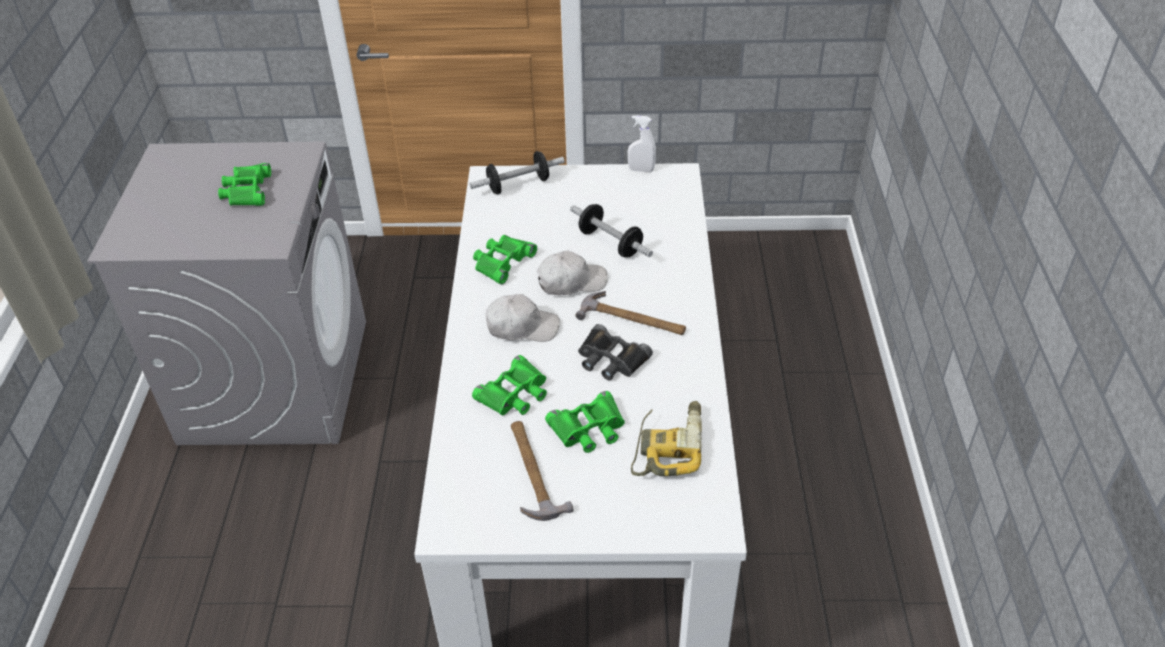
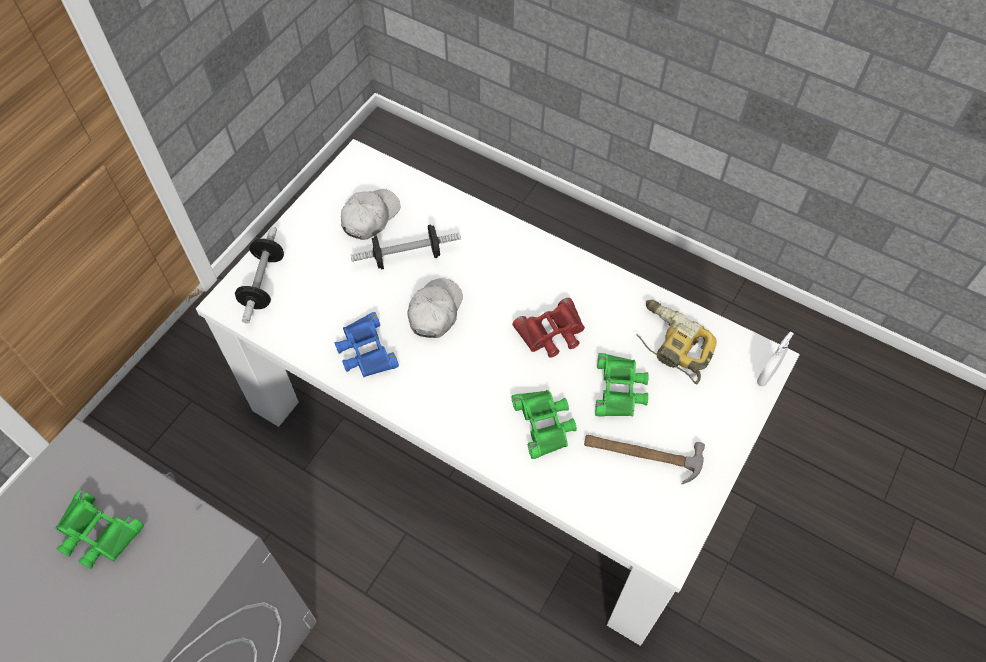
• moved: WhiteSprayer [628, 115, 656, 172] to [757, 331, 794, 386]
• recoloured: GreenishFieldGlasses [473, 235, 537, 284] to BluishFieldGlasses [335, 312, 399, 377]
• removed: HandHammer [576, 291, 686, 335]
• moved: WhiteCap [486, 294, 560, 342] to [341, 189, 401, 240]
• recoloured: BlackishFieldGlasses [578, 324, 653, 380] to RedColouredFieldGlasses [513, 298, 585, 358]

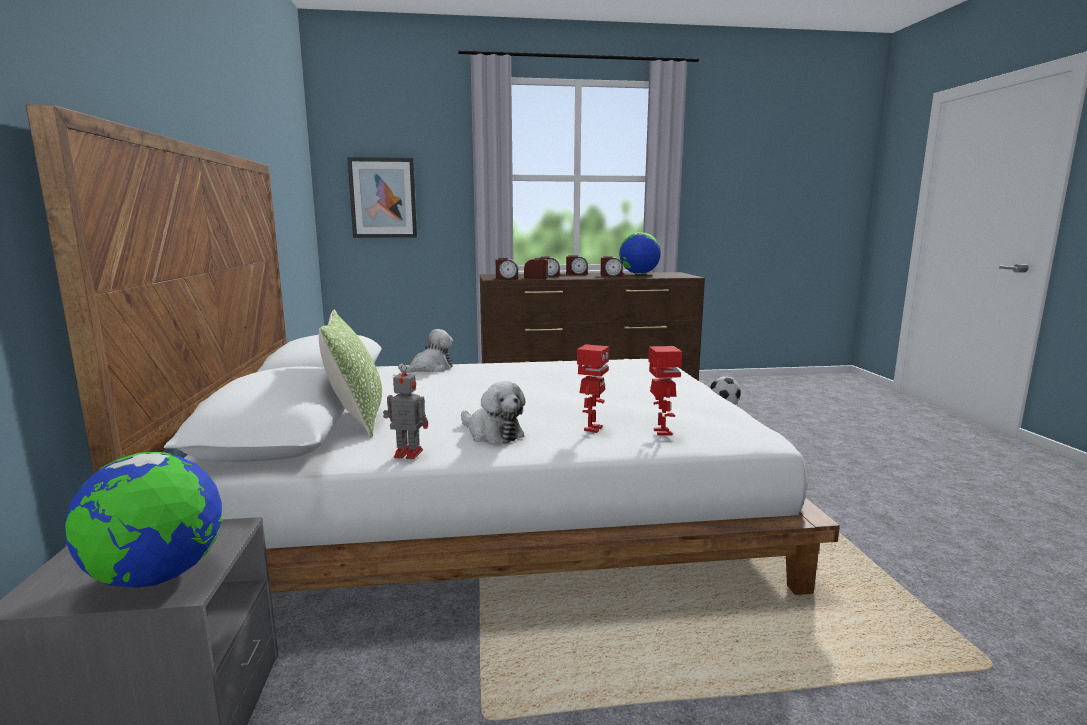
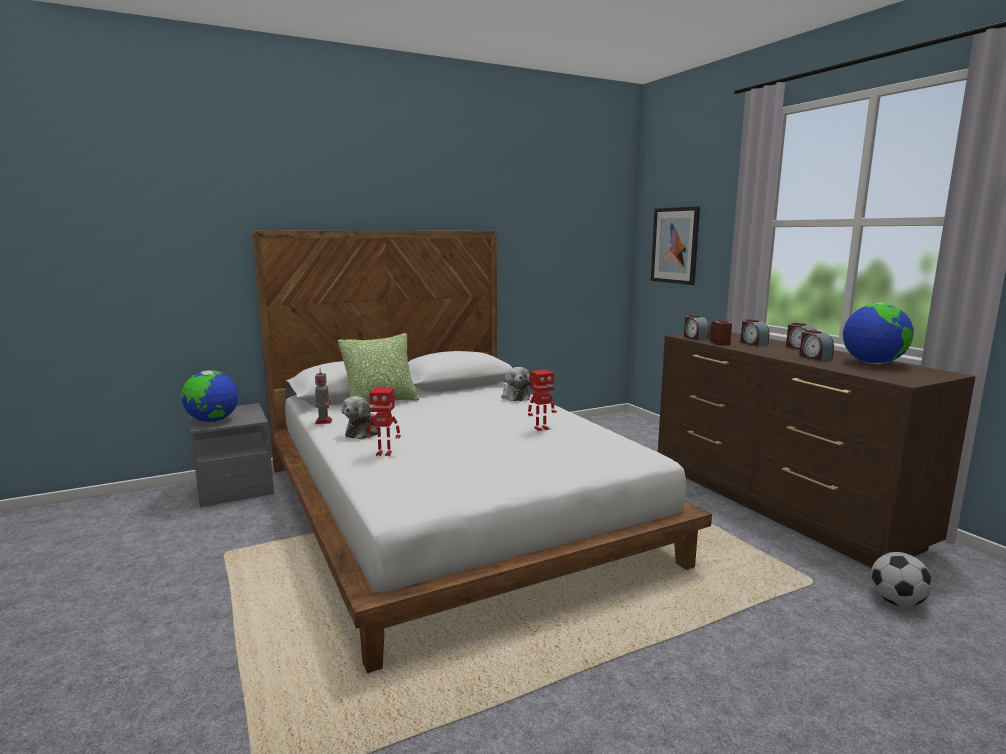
• turned: SoftToy [398, 329, 453, 373] = [501, 367, 534, 401] 45 degrees clockwise
• moved: ToyRobot [648, 346, 682, 436] to [528, 370, 557, 431]

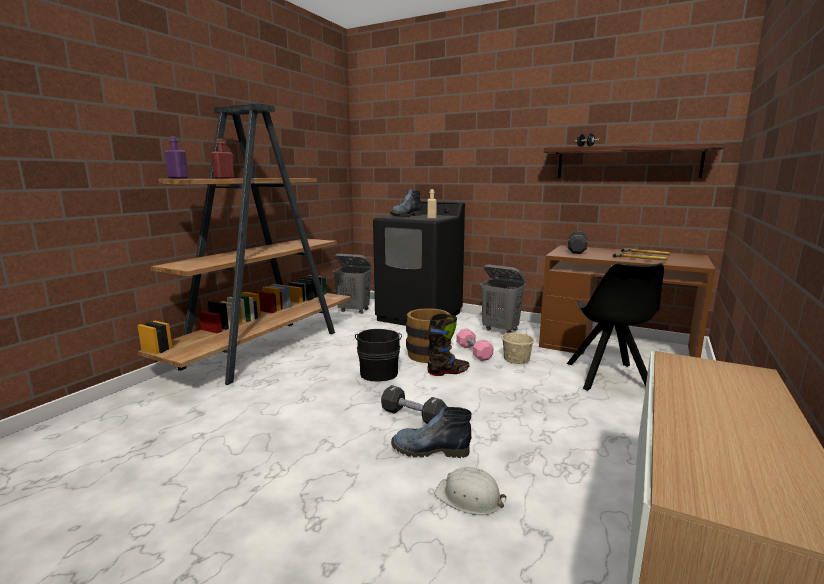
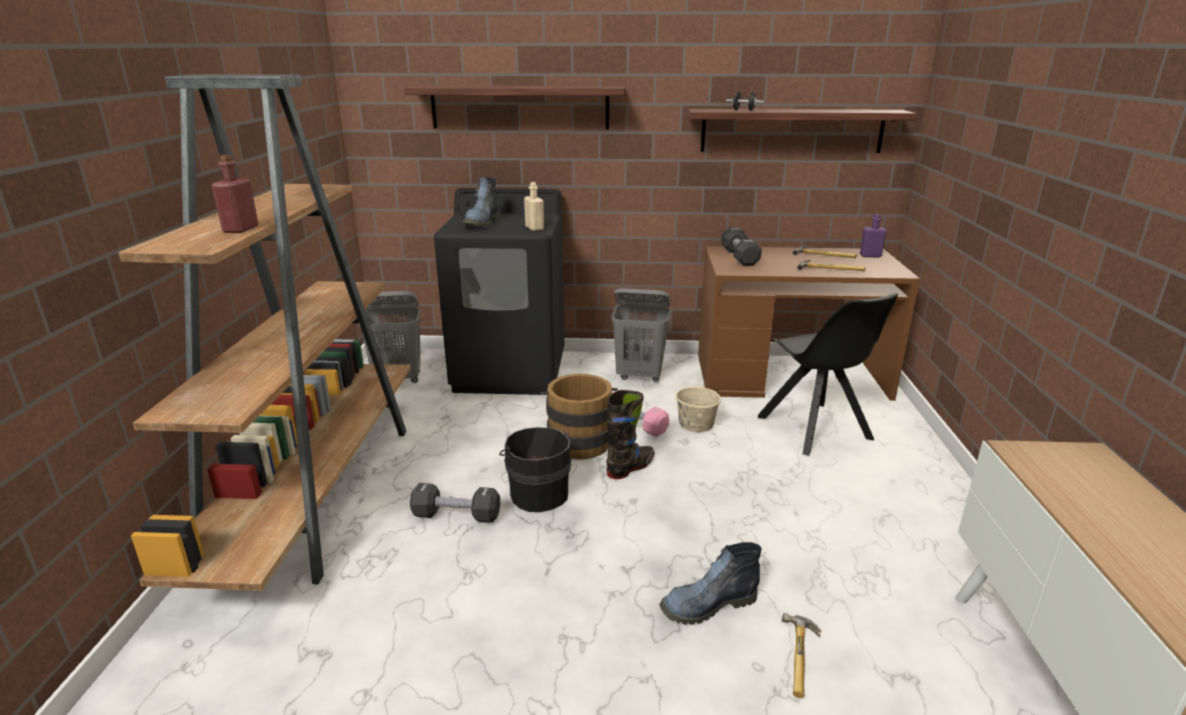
• moved: PurplishBeverageBottle [164, 136, 188, 178] to [860, 214, 887, 257]
• moved: BlackishFreeWeight [381, 385, 446, 424] to [410, 483, 500, 523]
• replaced: WhiteSafetyHelmet [434, 467, 507, 515] to HandHammer [782, 613, 821, 698]
• added: BracketShelf [404, 85, 625, 130]

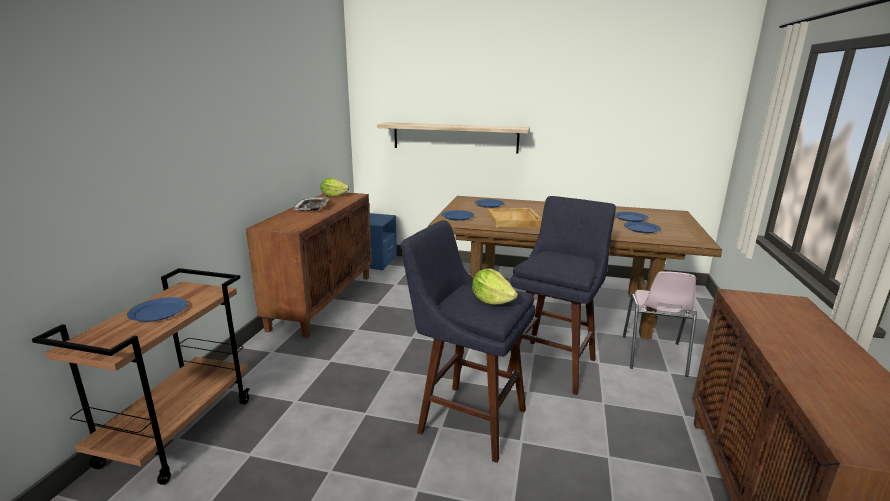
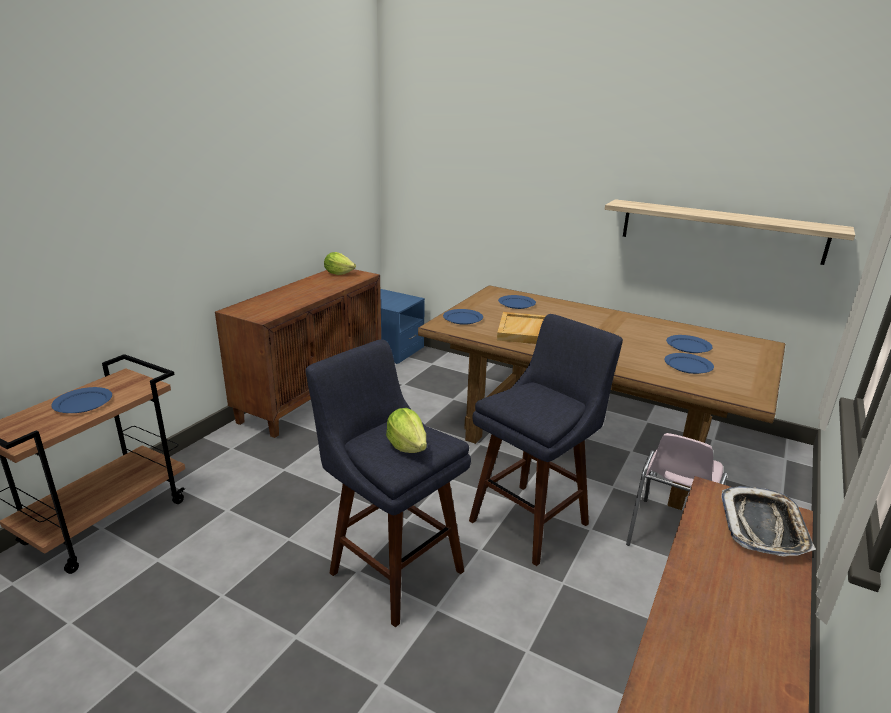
• moved: BracketShelf [377, 122, 530, 153] to [605, 199, 855, 265]
• moved: ServingTray [293, 197, 330, 211] to [721, 486, 816, 557]

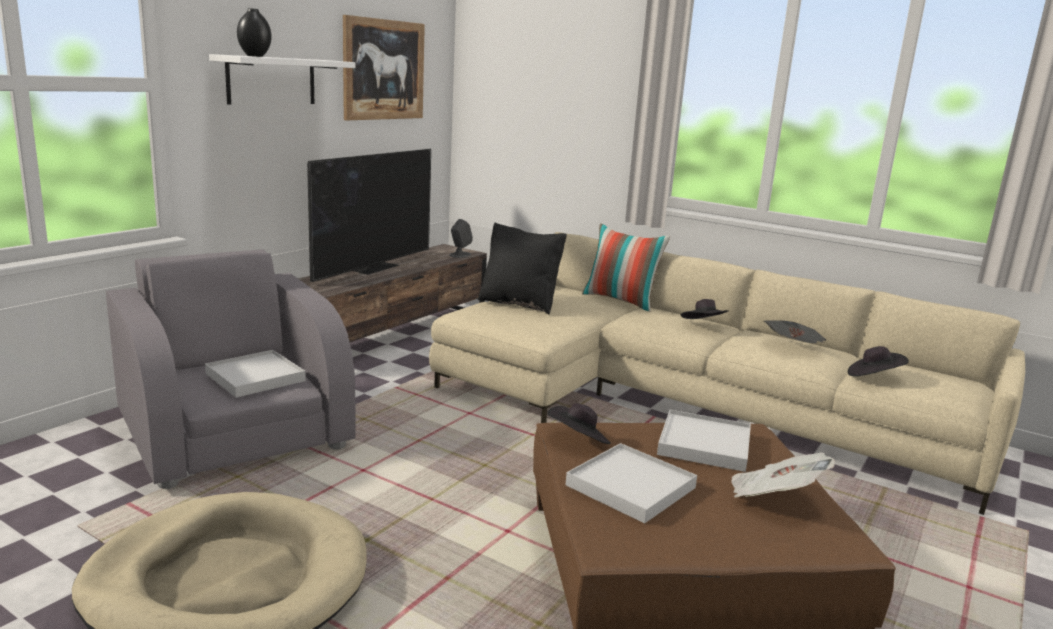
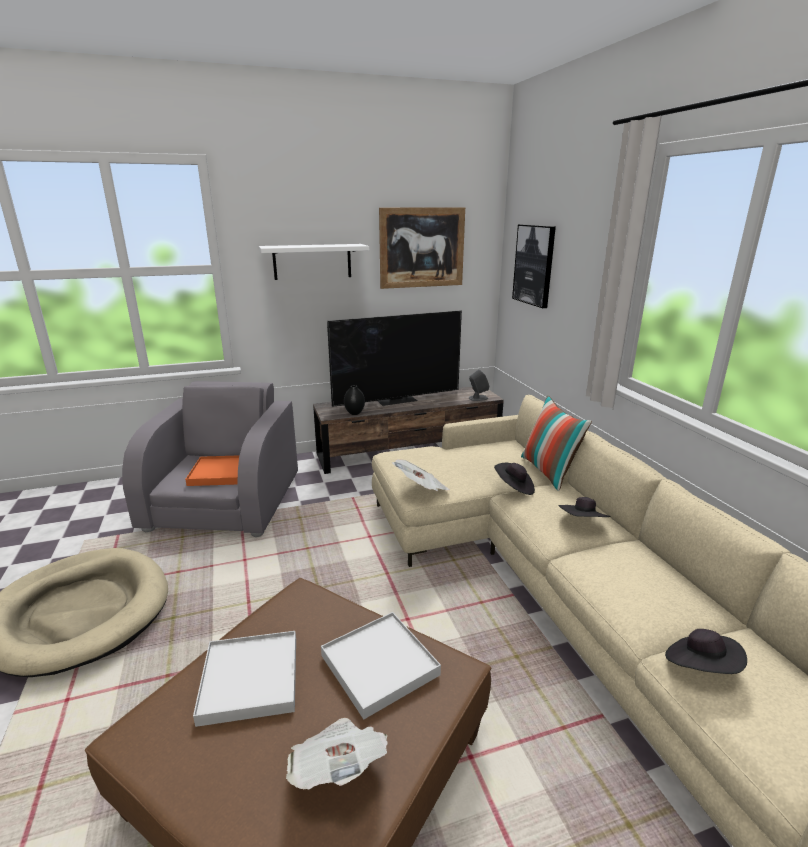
• moved: BlackishVase [237, 8, 272, 57] to [344, 385, 365, 415]
• removed: BlackishThrowPillow [478, 223, 567, 315]
• moved: PrintedPaper [764, 320, 826, 343] to [392, 459, 450, 491]
• recoloured: WhiteServingTray [205, 350, 306, 398] to OrangeColouredServingTray [185, 455, 240, 486]
• moved: BlackishClothingHat [547, 403, 611, 444] to [494, 463, 535, 495]
• added: Picture [512, 224, 556, 308]

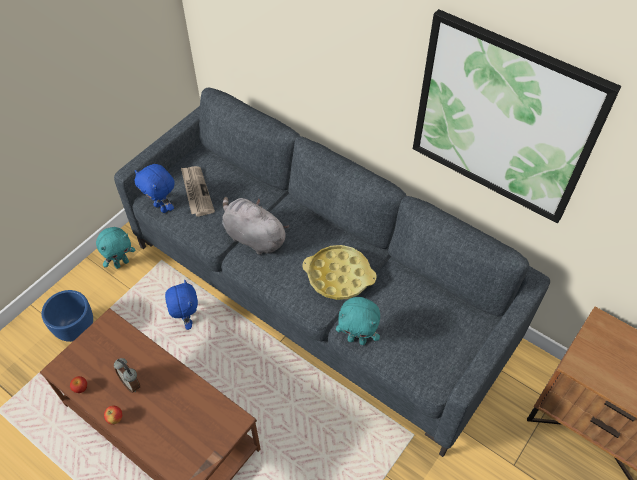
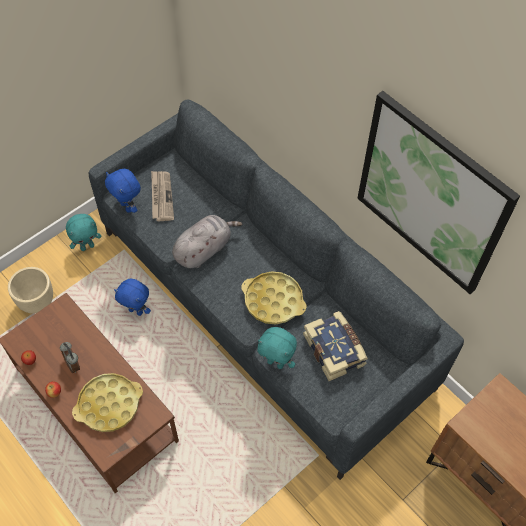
• turned: GreyishSoftToy [222, 197, 289, 255] = [172, 215, 242, 268] 90 degrees clockwise
• turned: BluishSoftToy [165, 279, 198, 330] = [114, 279, 151, 316] 120 degrees clockwise
• recoloured: BluishPlanter [41, 290, 93, 342] to BeigePlanter [8, 267, 53, 314]
• added: Volume [303, 311, 368, 381]
• added: YellowishServingTray [72, 373, 143, 432]

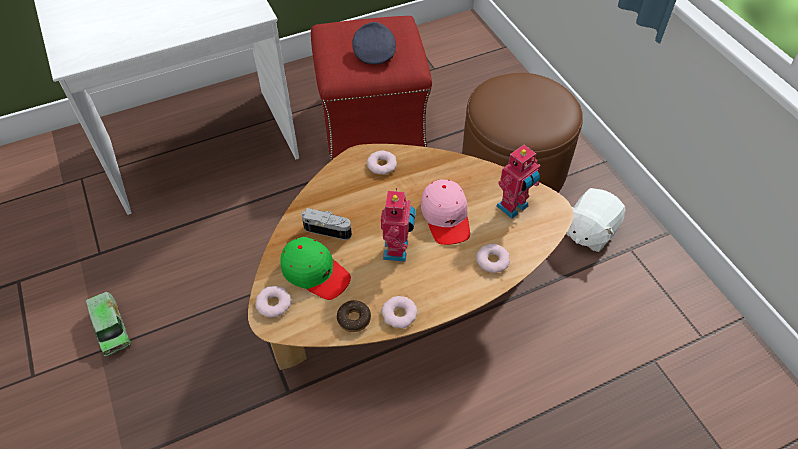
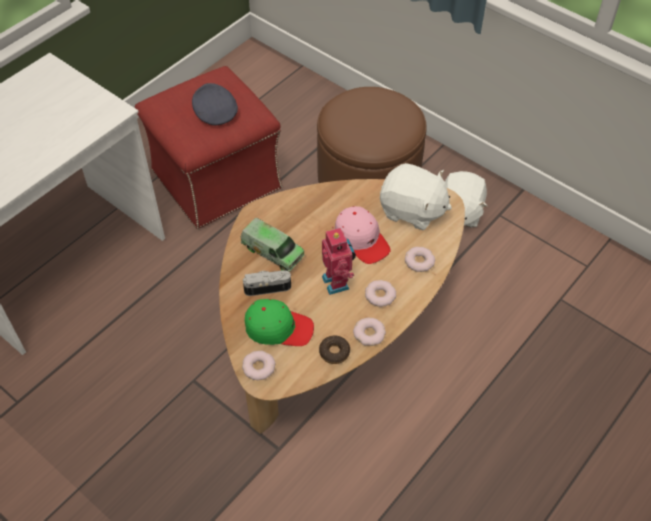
• replaced: ToyRobot [496, 145, 540, 219] to WhiteSoftToy [380, 163, 452, 230]
• moved: Donut [367, 150, 397, 175] to [365, 280, 396, 307]
• moved: ToyTruck [86, 292, 131, 357] to [241, 218, 305, 272]

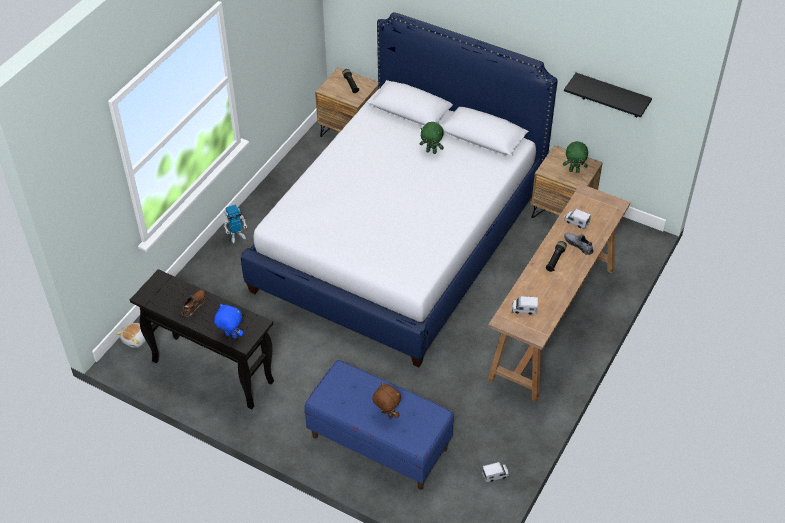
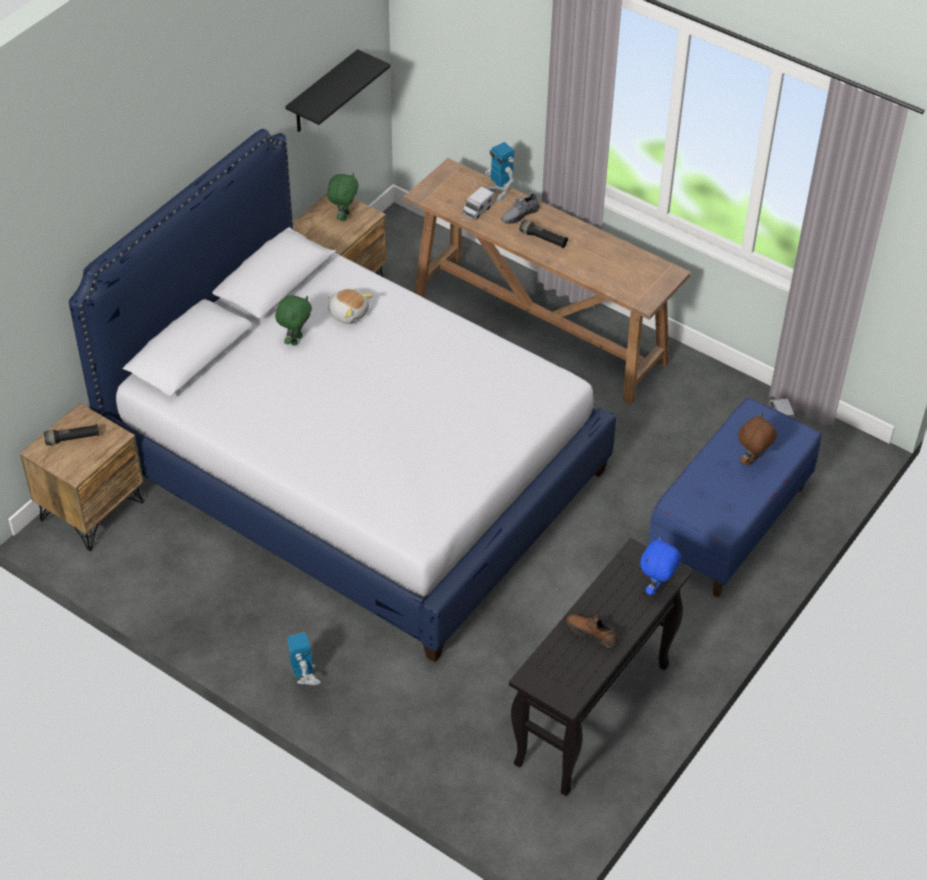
• removed: ToyTruck [512, 296, 538, 315]
• moved: SoftToy [116, 323, 146, 348] to [328, 289, 373, 324]
• added: ToyRobot [486, 142, 514, 202]

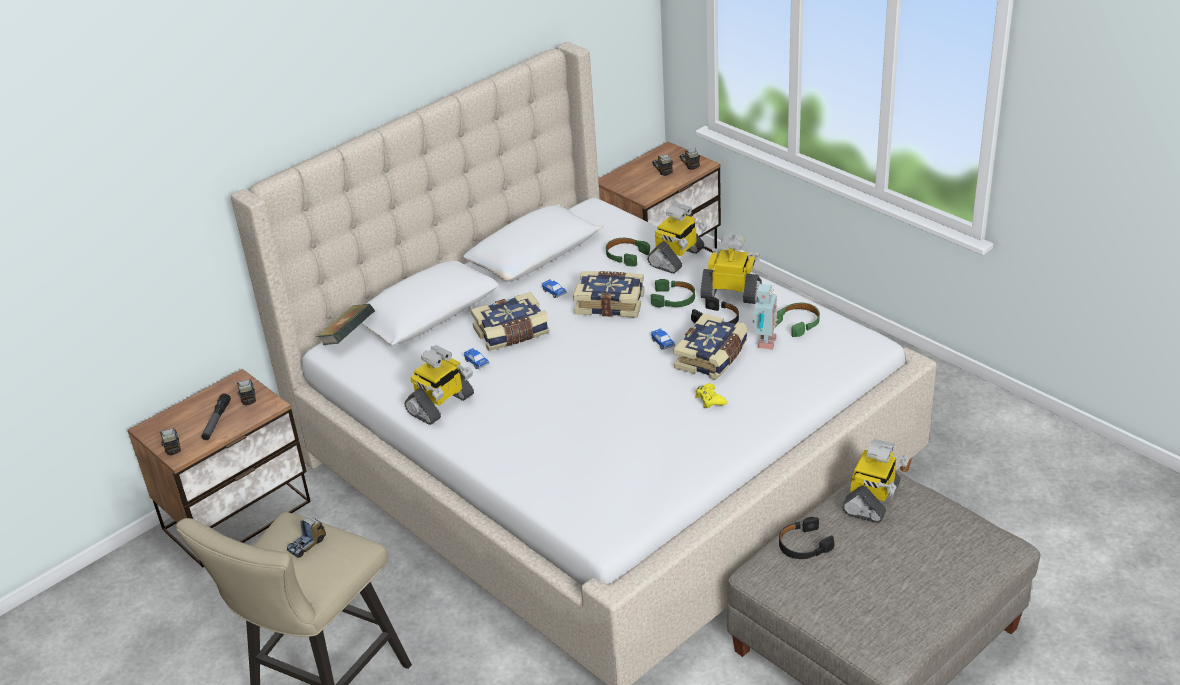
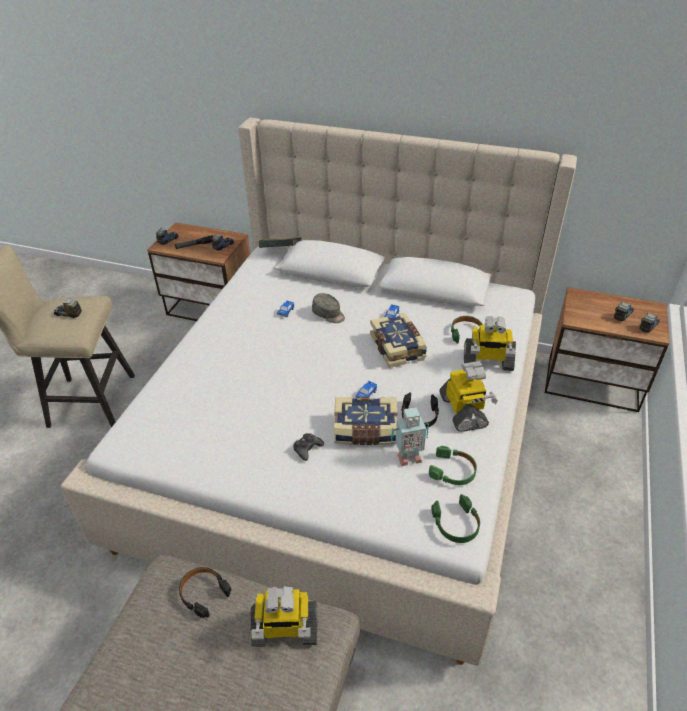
• moved: GreenishHeadset [651, 279, 695, 307] to [431, 494, 480, 543]
• replaced: Volume [471, 292, 550, 351] to GreyishCap [312, 293, 345, 323]
• removed: ToyRobot [404, 345, 474, 425]
• recoloured: YellowishGamepad [695, 383, 727, 408] to BlackishGamepad [293, 433, 324, 461]

